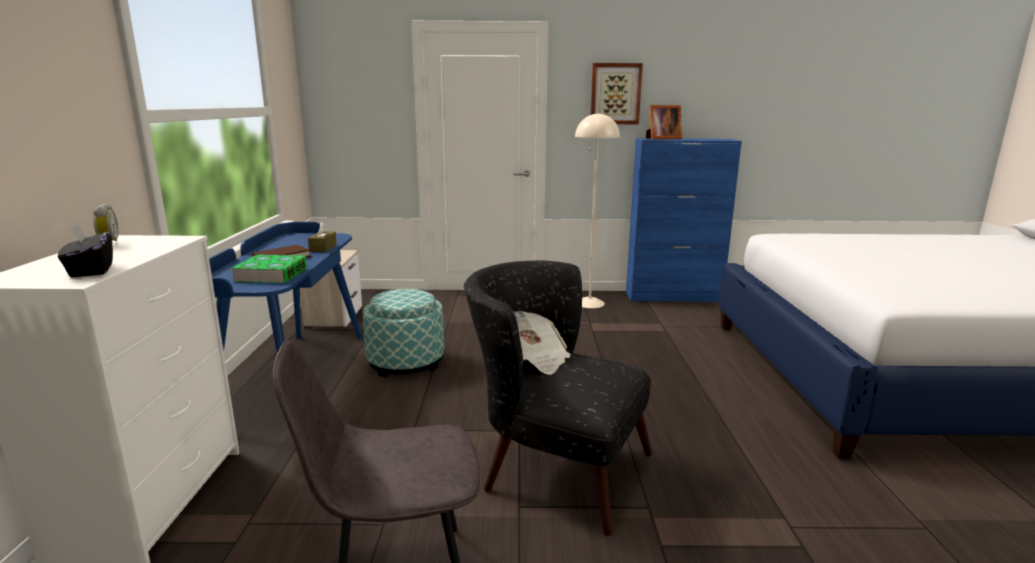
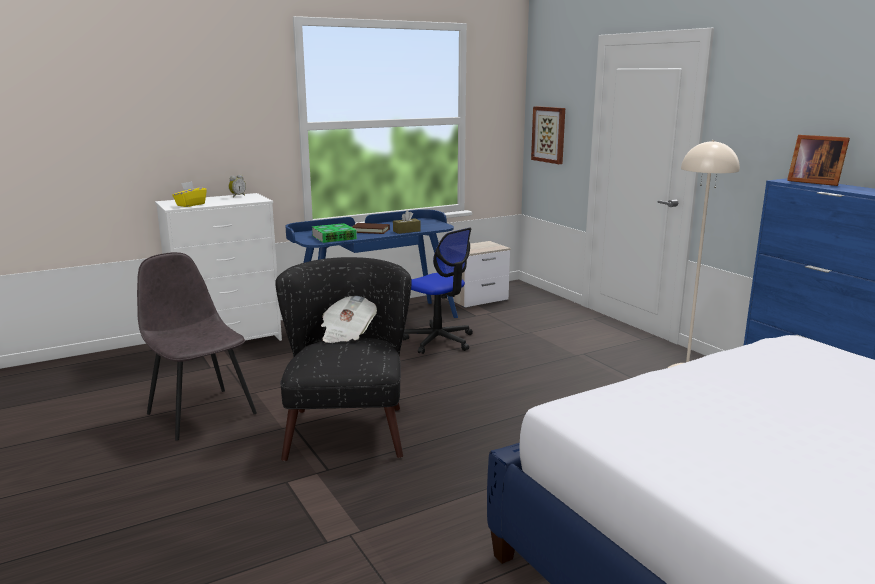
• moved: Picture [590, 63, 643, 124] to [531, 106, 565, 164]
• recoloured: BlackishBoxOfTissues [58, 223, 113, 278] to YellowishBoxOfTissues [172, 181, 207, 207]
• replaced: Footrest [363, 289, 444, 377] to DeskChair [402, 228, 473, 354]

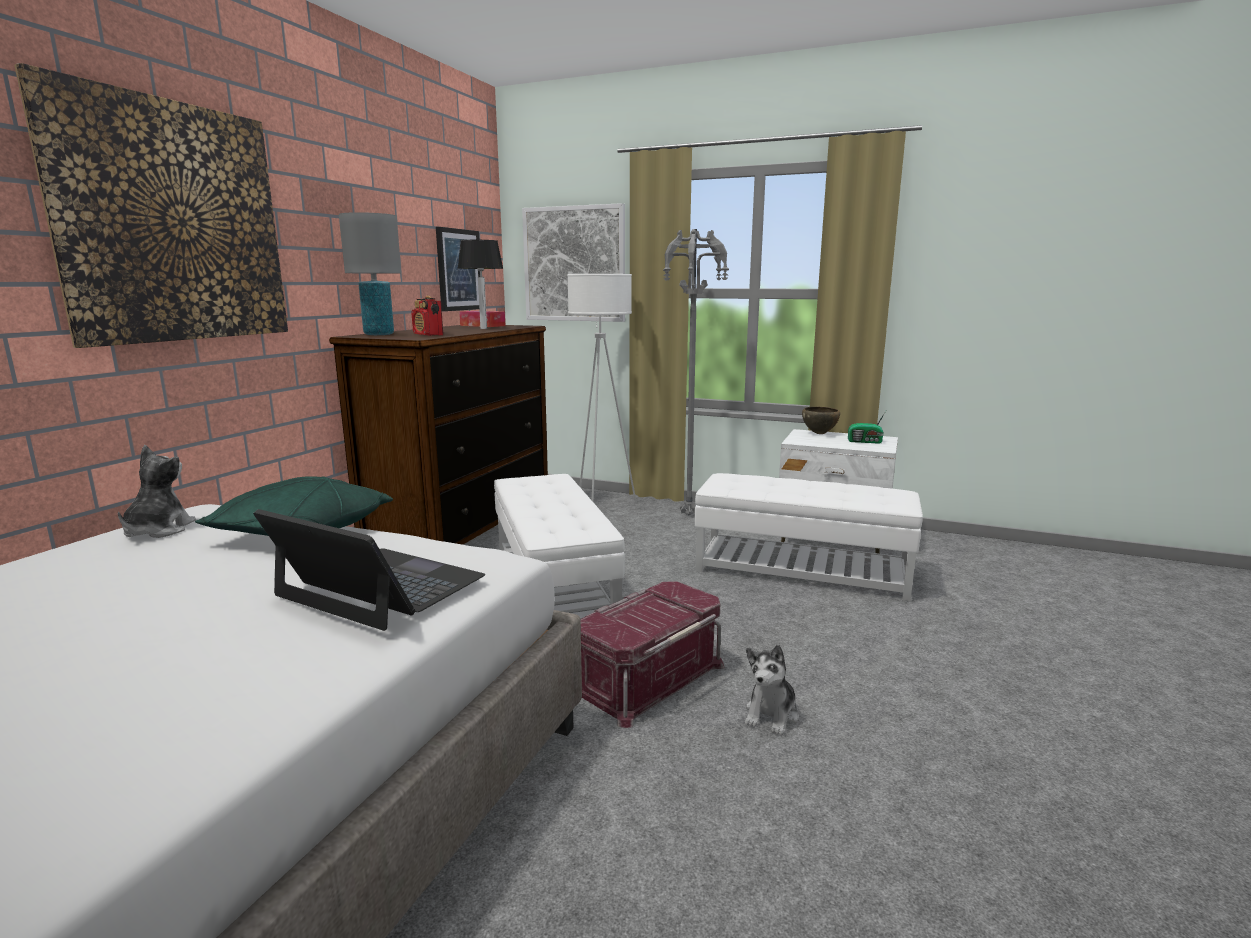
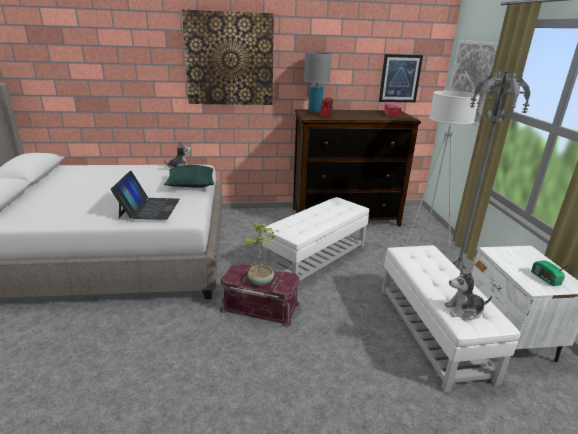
• removed: TabletopLamp [458, 240, 503, 329]
• removed: BrownColouredBowl [802, 407, 840, 434]
• moved: SoftToy [745, 645, 799, 736] to [444, 269, 492, 320]
• added: PlantInAPot [245, 221, 278, 286]

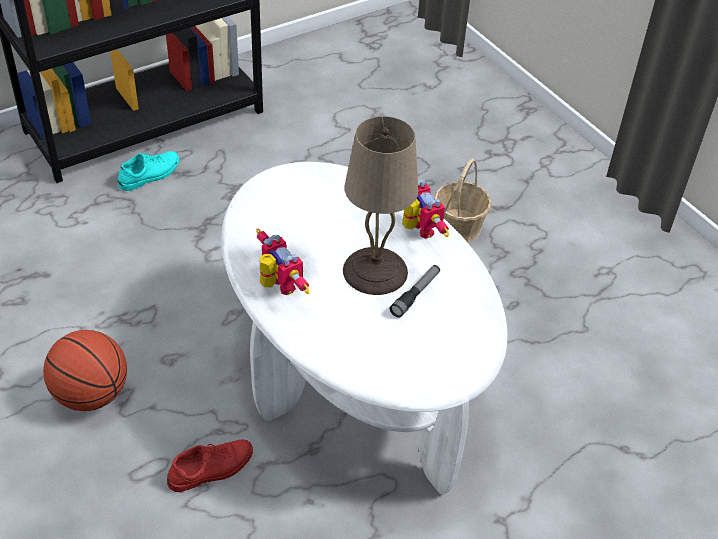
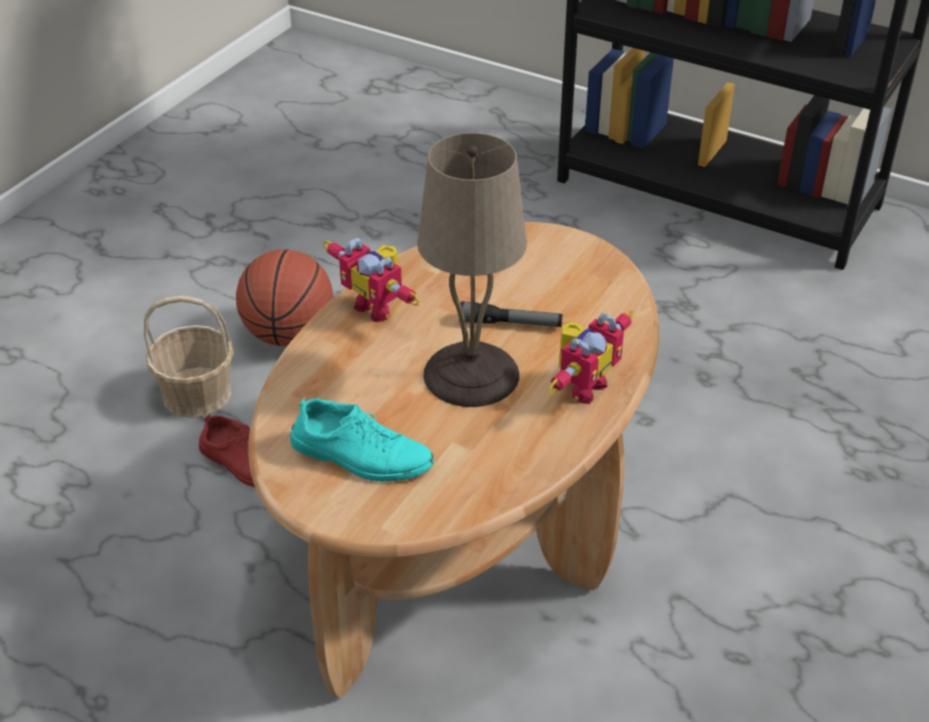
• moved: TurquoiseLowShoe [118, 151, 179, 191] to [290, 397, 434, 482]
• moved: Basket [434, 158, 492, 243] to [144, 295, 234, 418]
• recoloured: WhiteLoungeTable [222, 162, 507, 495] to BrownColouredLoungeTable [248, 222, 659, 698]
• turned: ToyRobot [256, 229, 310, 295] = [323, 238, 420, 322] 105 degrees clockwise
• moved: Torch [390, 265, 440, 318] to [459, 301, 562, 327]

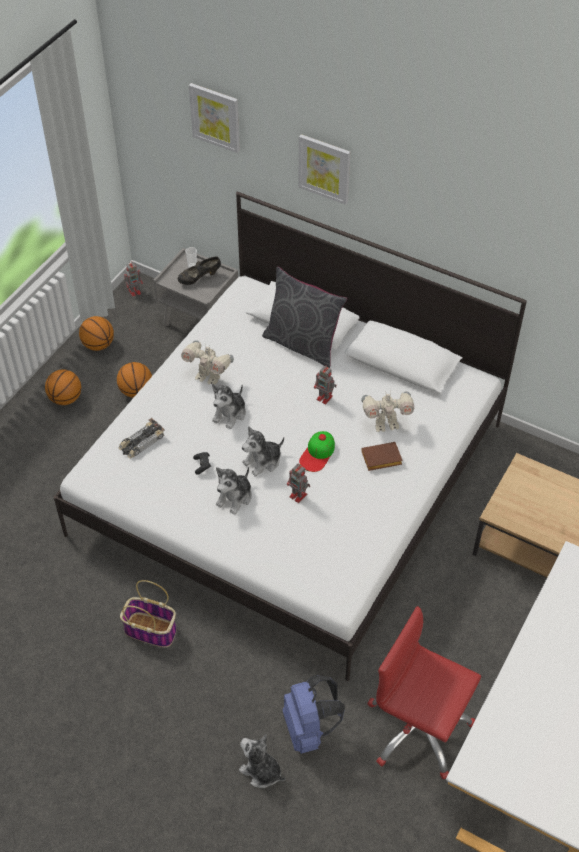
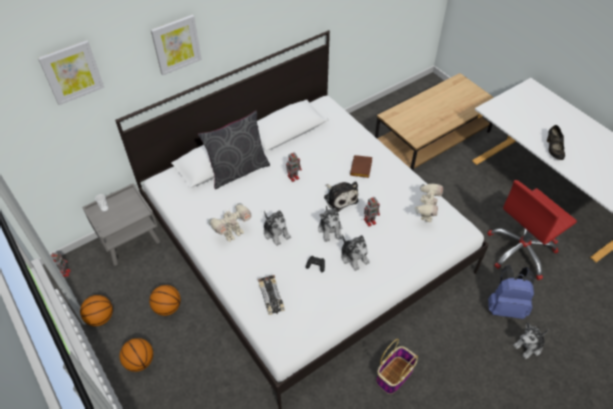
• moved: BlackishLowShoe [178, 256, 221, 285] to [547, 125, 565, 160]
• moved: ToyRobot [361, 391, 414, 432] to [414, 184, 443, 222]
• replaced: Cap [299, 431, 335, 472] to SoftToy [324, 181, 359, 212]

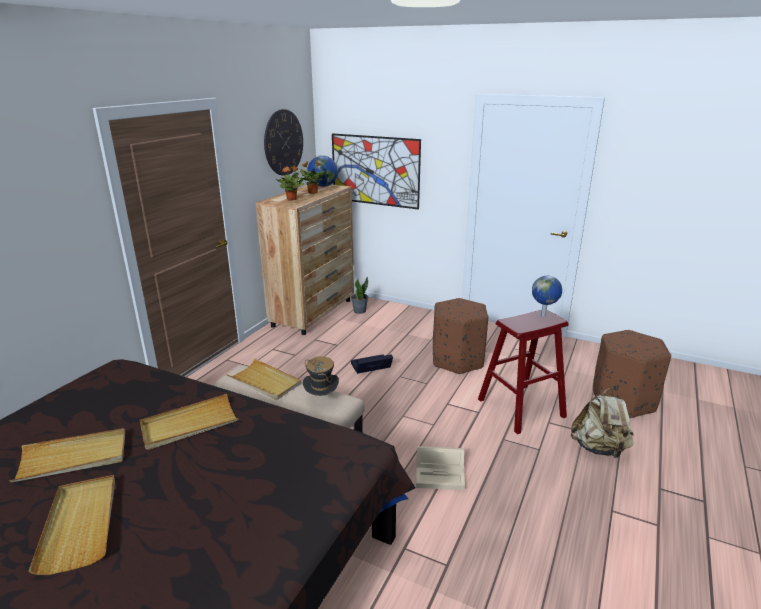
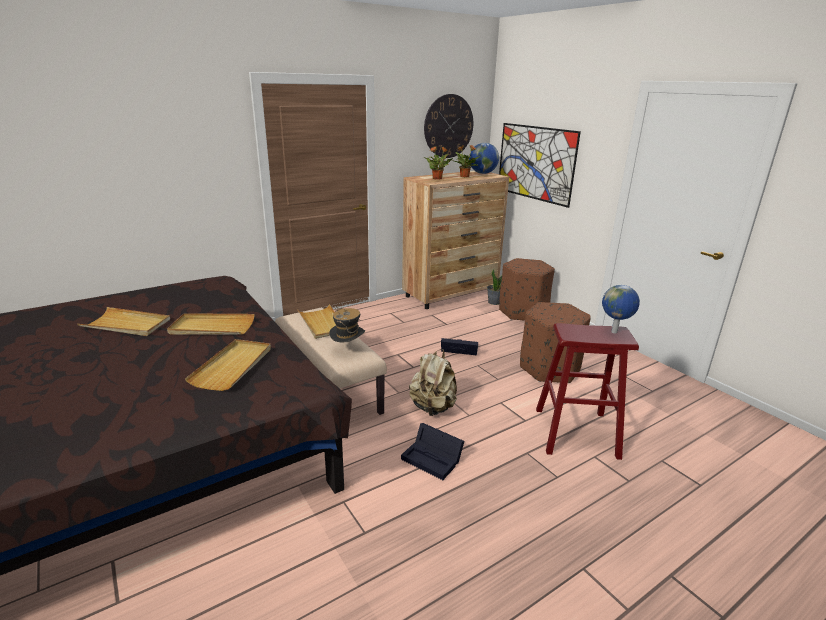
• moved: BrownColouredFootrest [593, 330, 671, 418] to [499, 258, 555, 321]
• moved: BeigeRucksack [571, 388, 634, 458] to [409, 349, 457, 416]
• recoloured: BeigeStorageBox [416, 446, 465, 490] to BlackishStorageBox [401, 423, 465, 480]
• moved: BeigeServingTray [29, 475, 115, 575] to [185, 339, 271, 391]

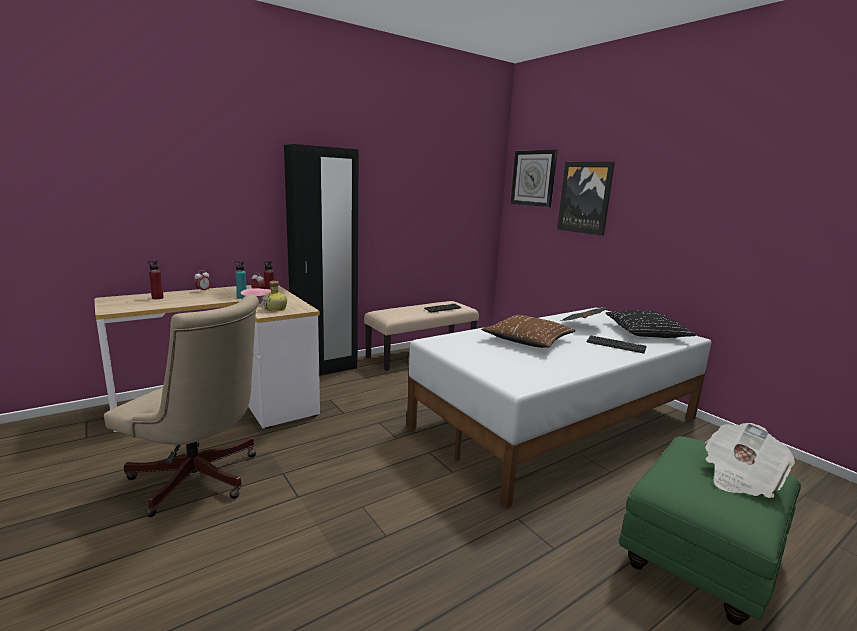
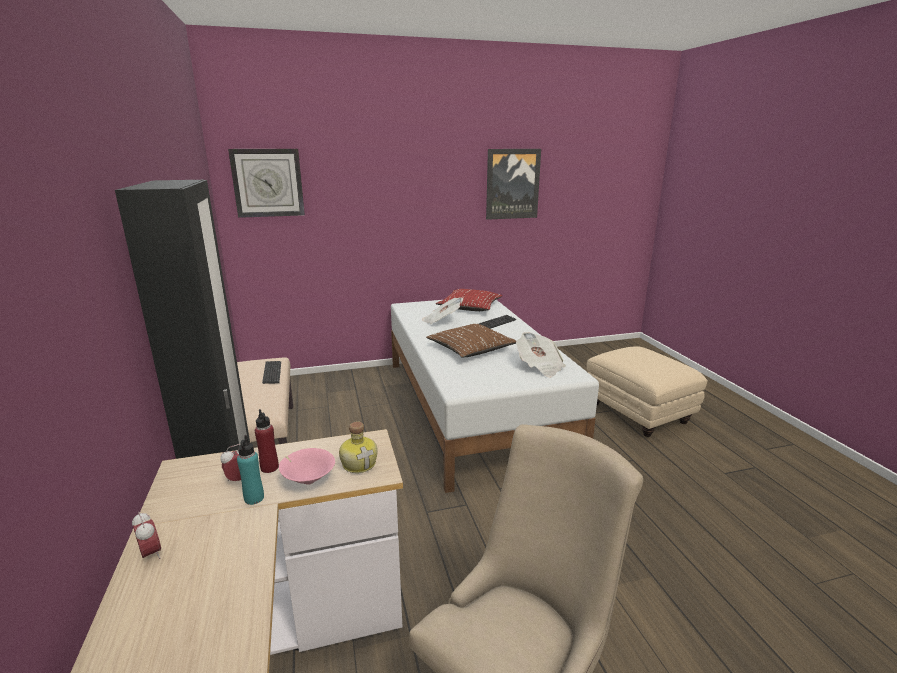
• moved: Picture [557, 162, 615, 236] to [486, 149, 541, 220]
• removed: RedColouredBeverageBottle [148, 260, 164, 299]
• recoloured: BlackishThrowPillow [606, 310, 696, 338] to RedColouredThrowPillow [436, 289, 502, 311]
• moved: PrintedPaper [705, 423, 795, 498] to [516, 332, 566, 378]
• recoloured: GreenishFootrest [619, 436, 801, 625] to BeigeFootrest [587, 346, 708, 437]

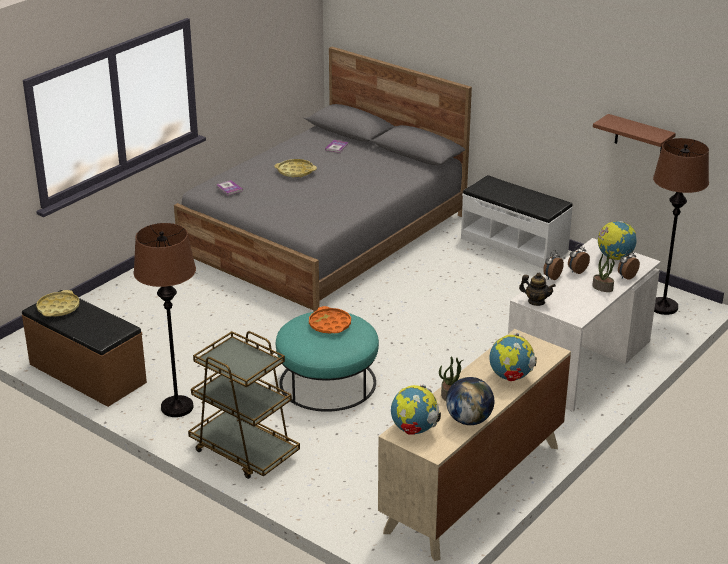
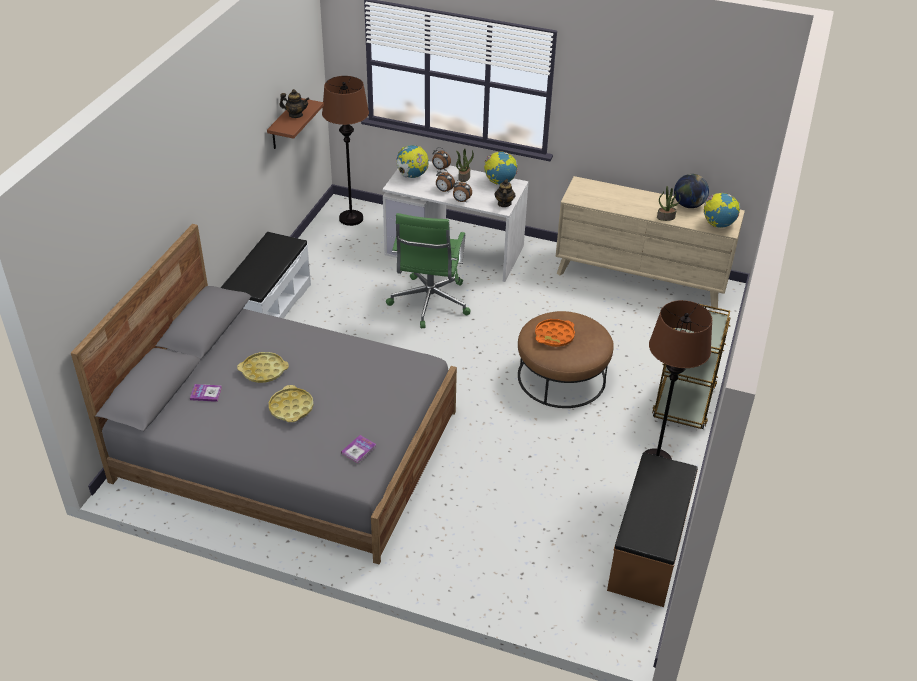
• moved: YellowishServingTray [36, 290, 80, 317] to [237, 352, 289, 383]
• recoloured: TurquoiseFootrest [276, 312, 379, 412] to BrownColouredFootrest [518, 311, 614, 408]
• moved: DeskGlobe [489, 333, 537, 381] to [484, 152, 518, 185]
• added: PotForTea [279, 89, 309, 118]
• added: GreenishDeskChair [386, 213, 471, 328]

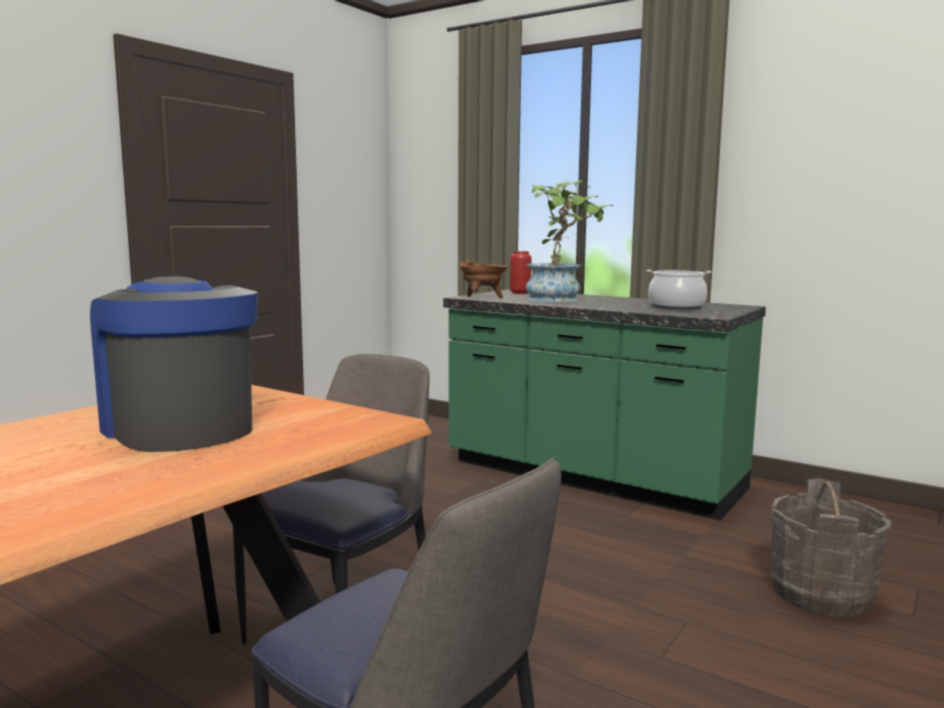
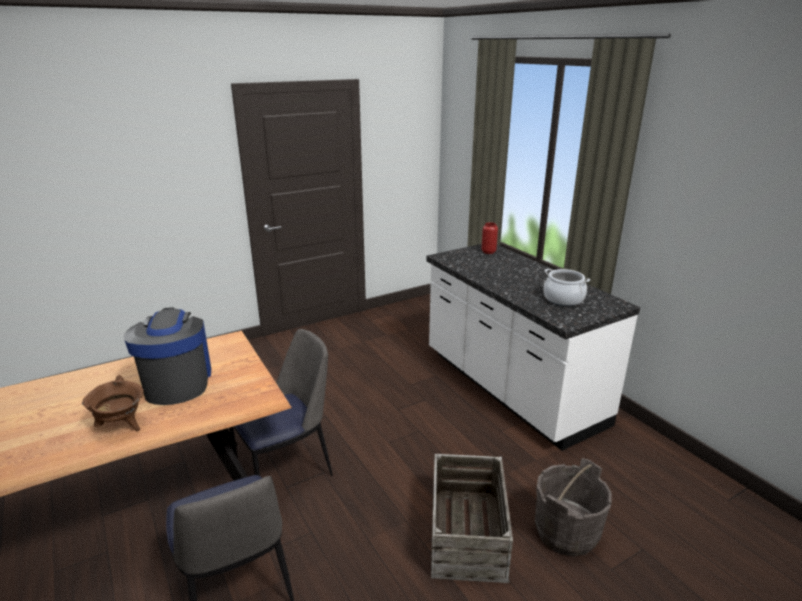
• removed: PlantInAPot [526, 180, 613, 302]
• moved: BrownColouredCookingPot [459, 258, 508, 298] to [82, 375, 143, 431]
• recoloured: GreenishCounter [443, 290, 766, 521] to WhiteCounter [426, 244, 640, 451]
• added: PackingCrate [431, 454, 513, 583]

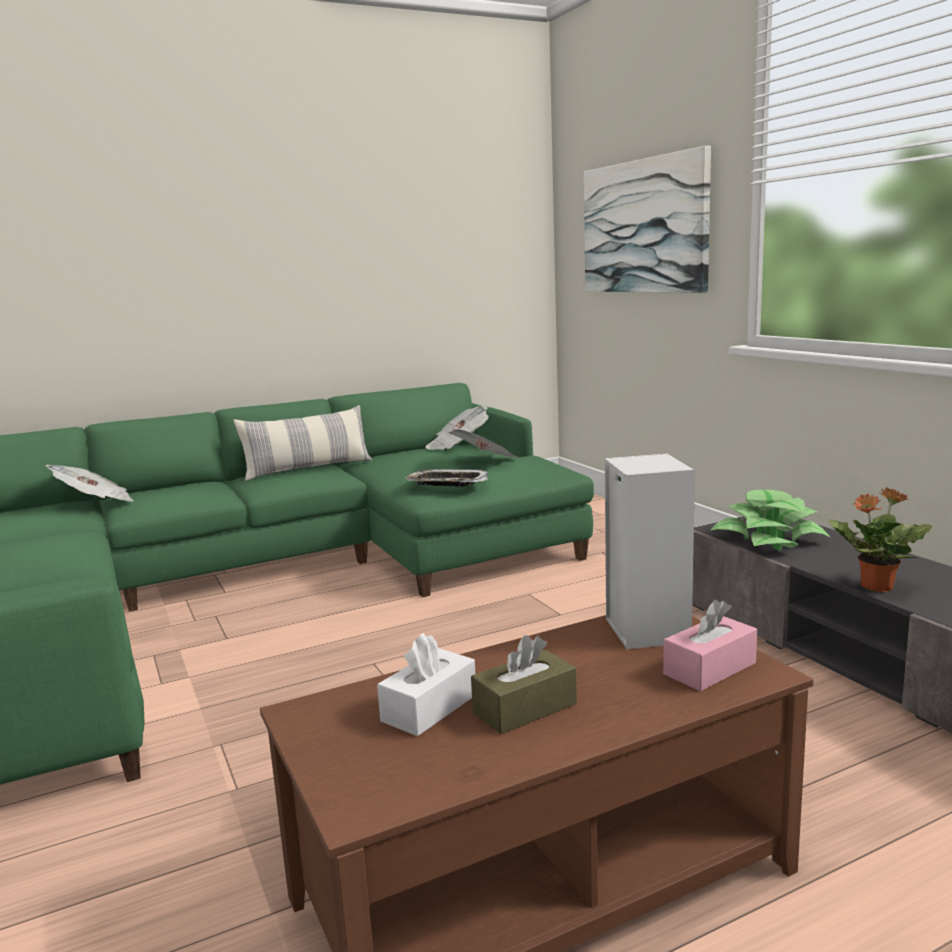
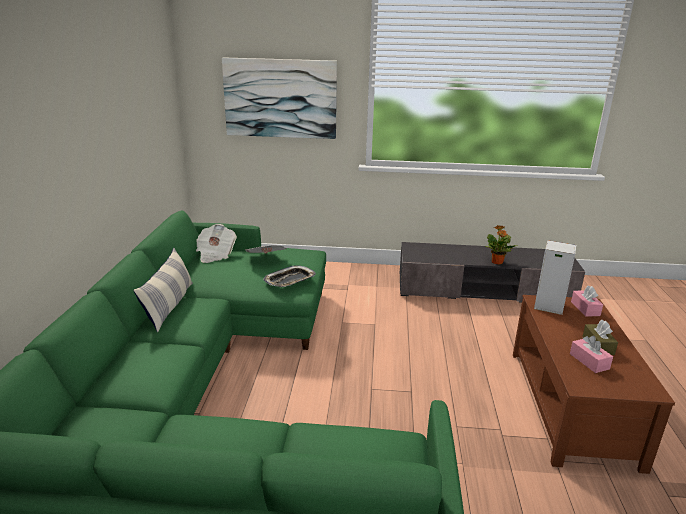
• removed: PrintedPaper [46, 465, 134, 501]
• removed: PlantInAPot [711, 490, 830, 551]
• recoloured: WhiteBoxOfTissues [377, 633, 475, 736] to PinkColouredBoxOfTissues [570, 336, 613, 373]

